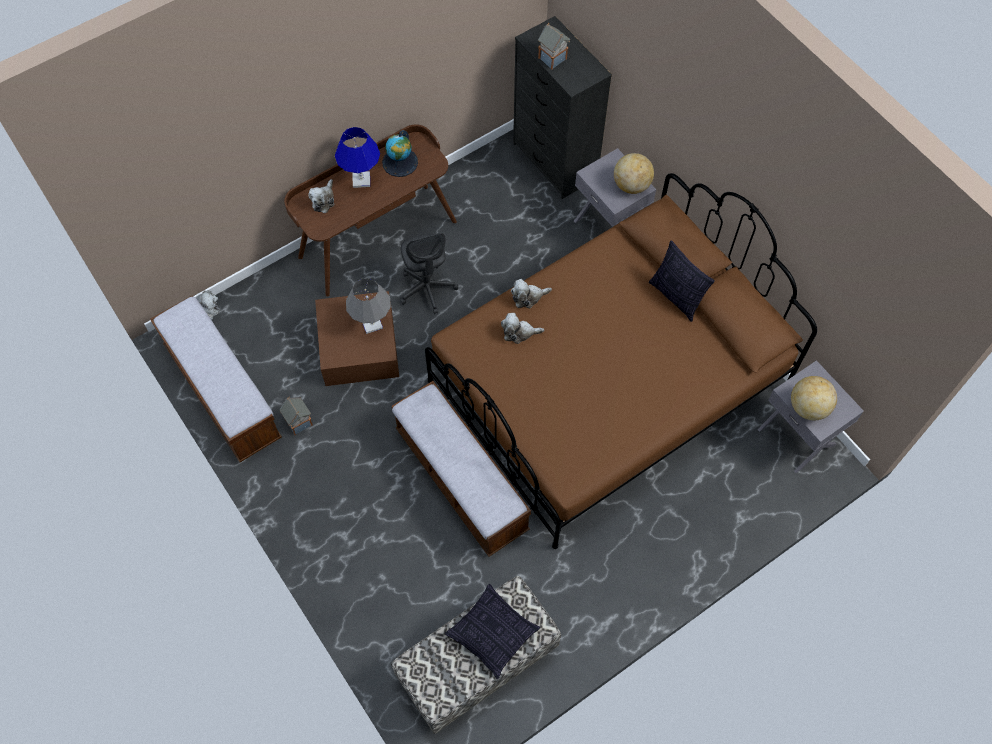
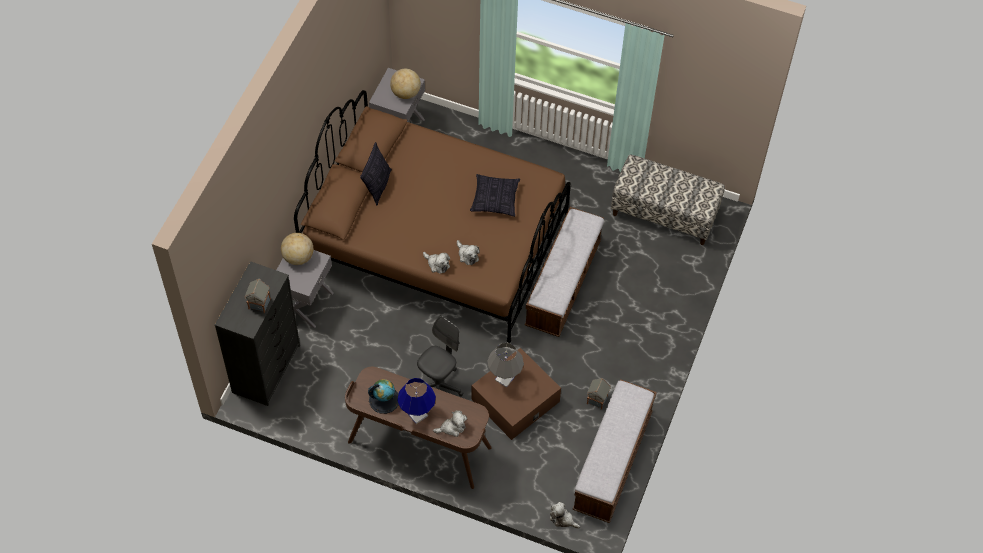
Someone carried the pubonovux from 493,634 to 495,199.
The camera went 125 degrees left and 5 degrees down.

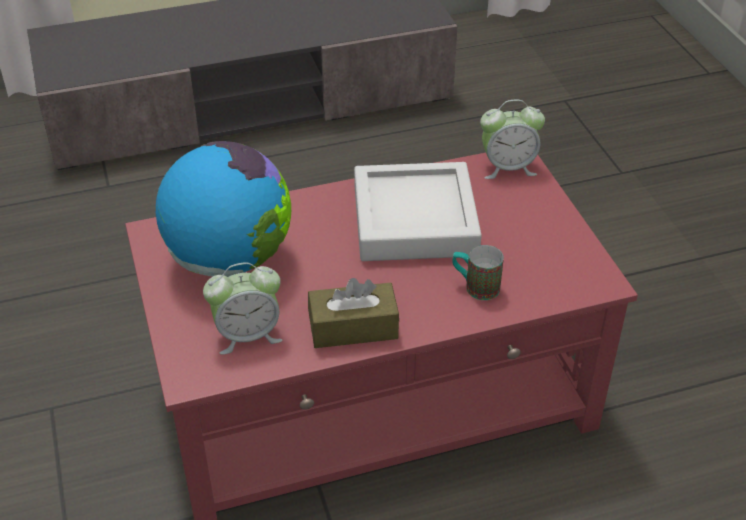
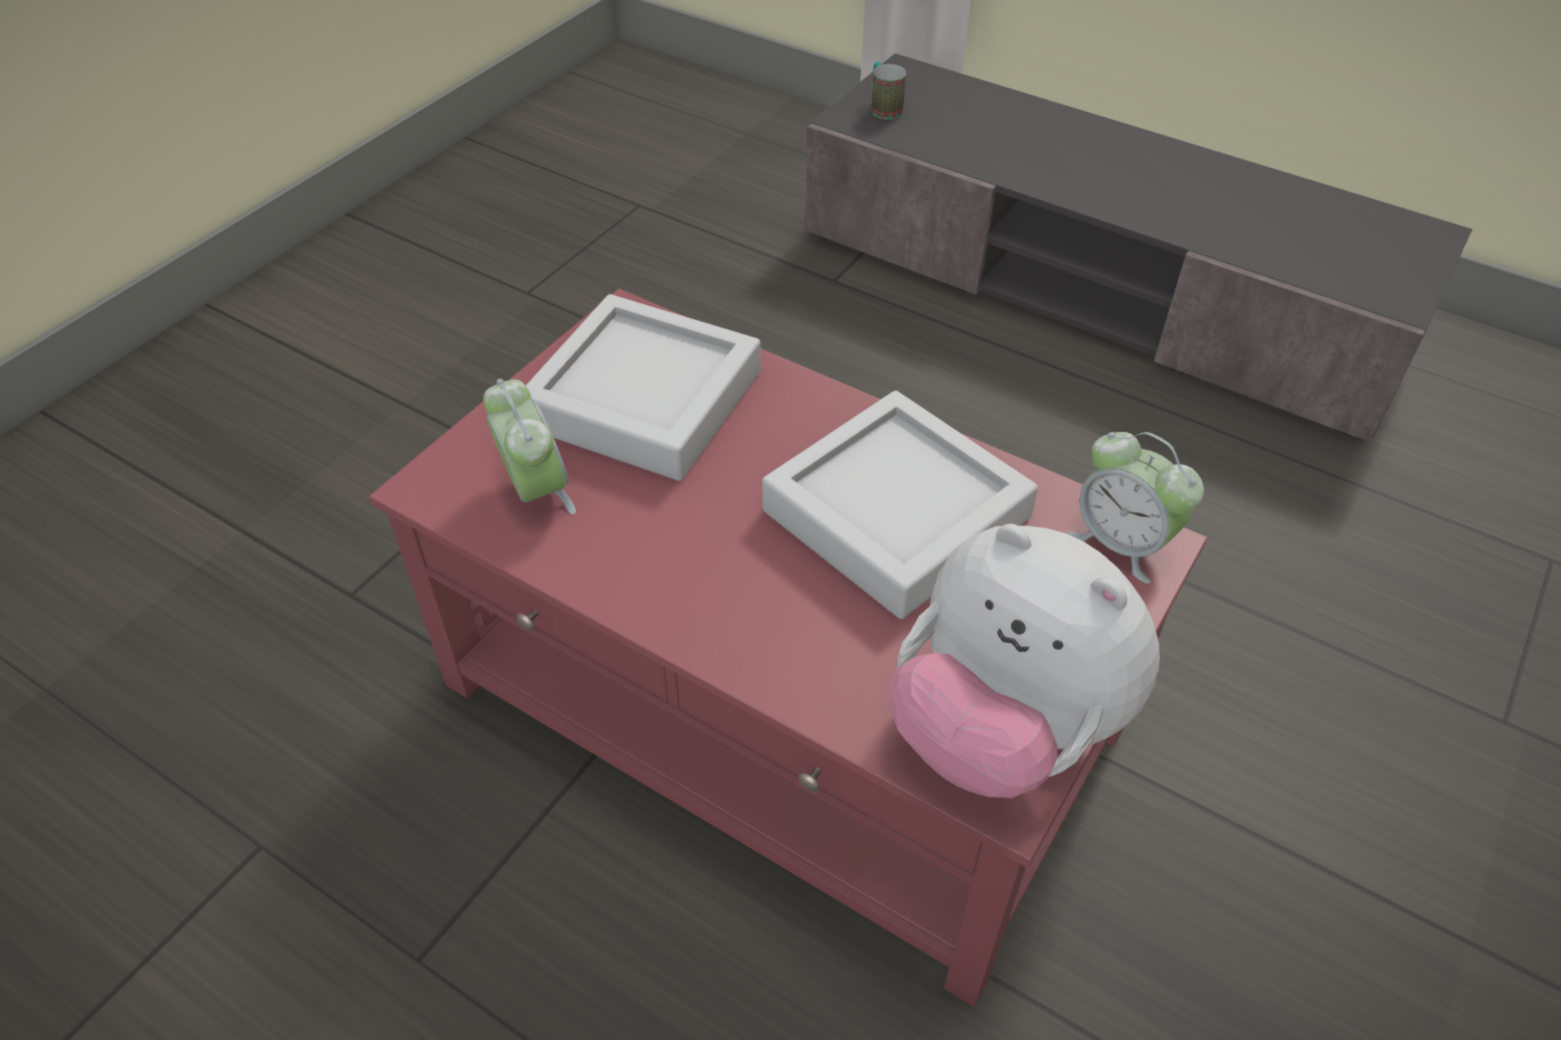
Someone took away the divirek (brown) at 353,328.
Someone put down the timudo at 1002,729.
Someone carried the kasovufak from 475,287 to 883,107.
Someone swapped the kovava at 230,259 for the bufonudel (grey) at 644,399.
Someone rotated the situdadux at 248,335 by 150 degrees counterclockwise.
The camera went 50 degrees right and 5 degrees up.

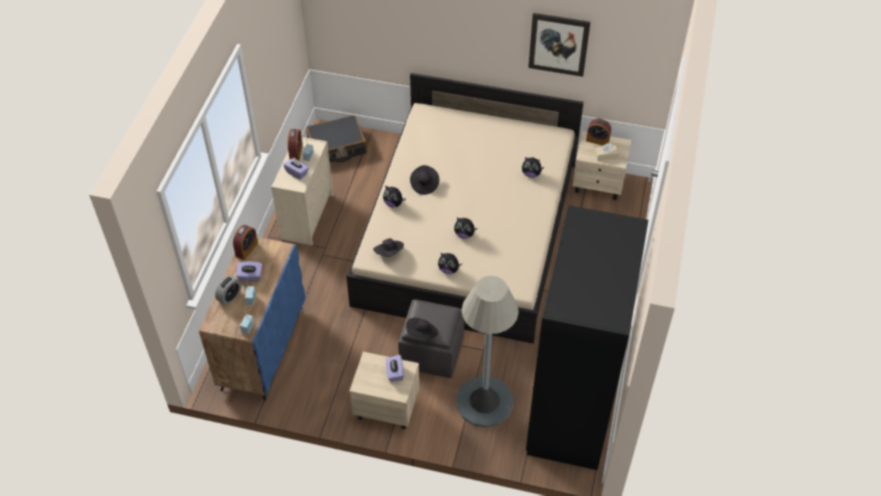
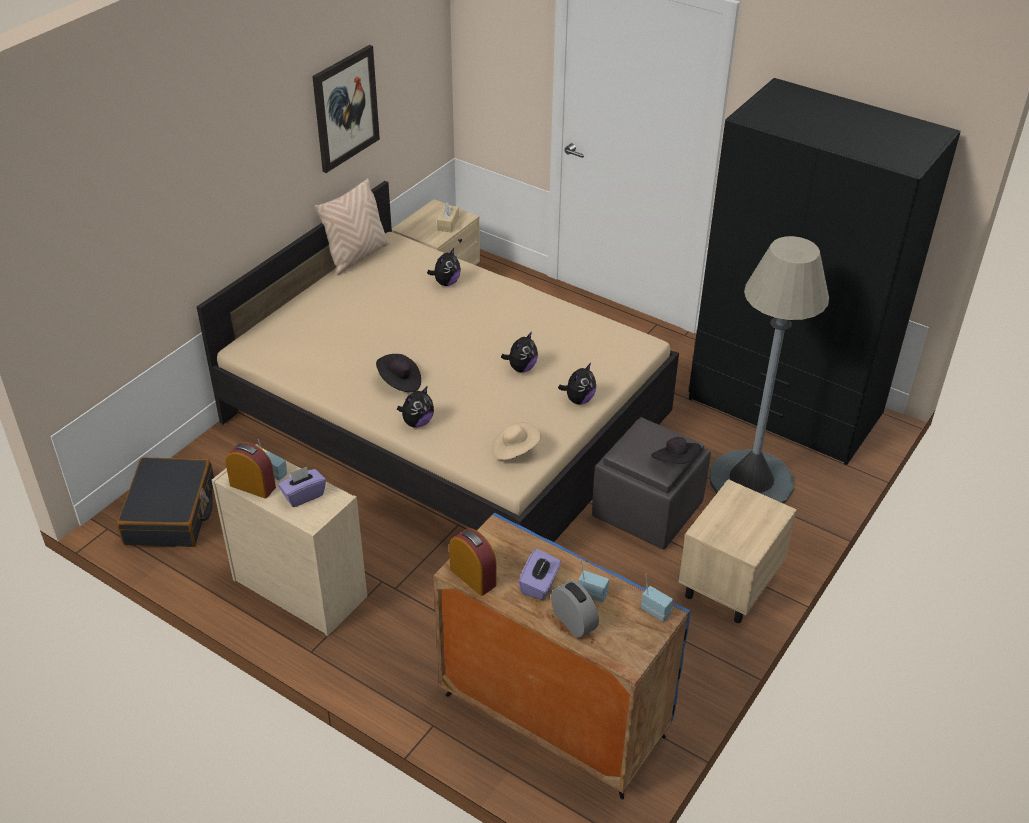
Someone took away the divirek (purple) at 394,373.
Someone took away the situdadux at 597,140.
Someone put down the pubonovux (beige) at 357,256.
Someone repainted the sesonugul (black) at 389,252, which became the sesonugul (beige) at 514,450.
The camera went 70 degrees left and 10 degrees down.

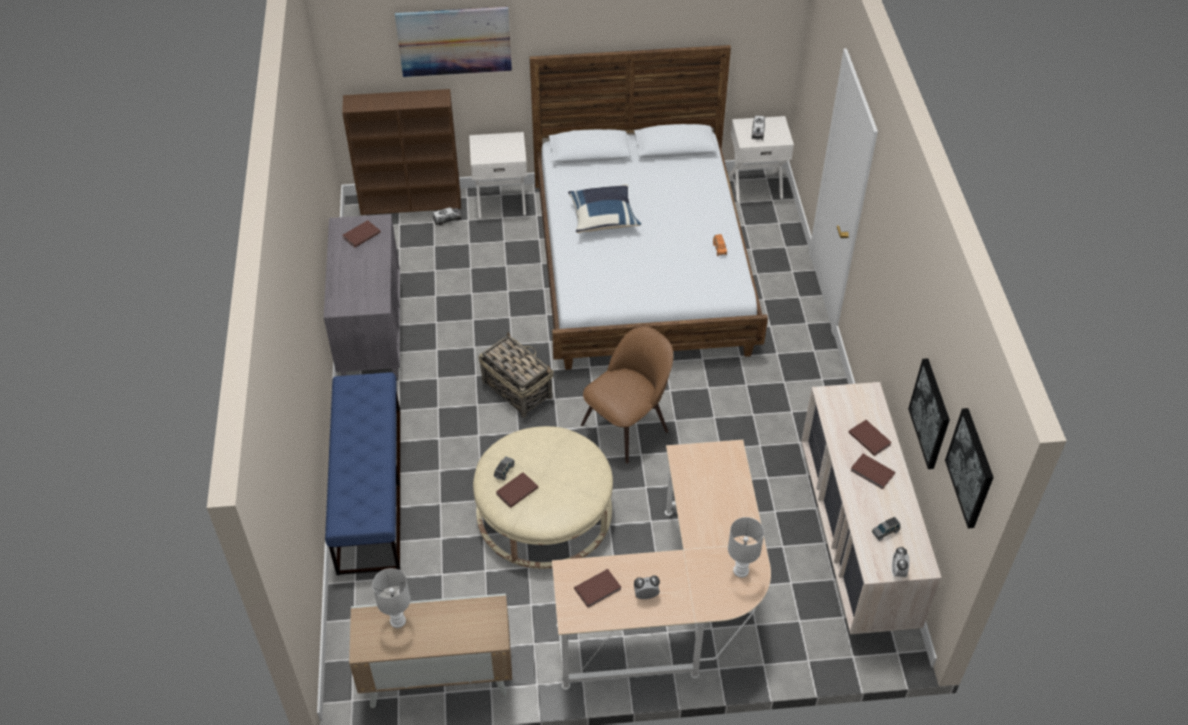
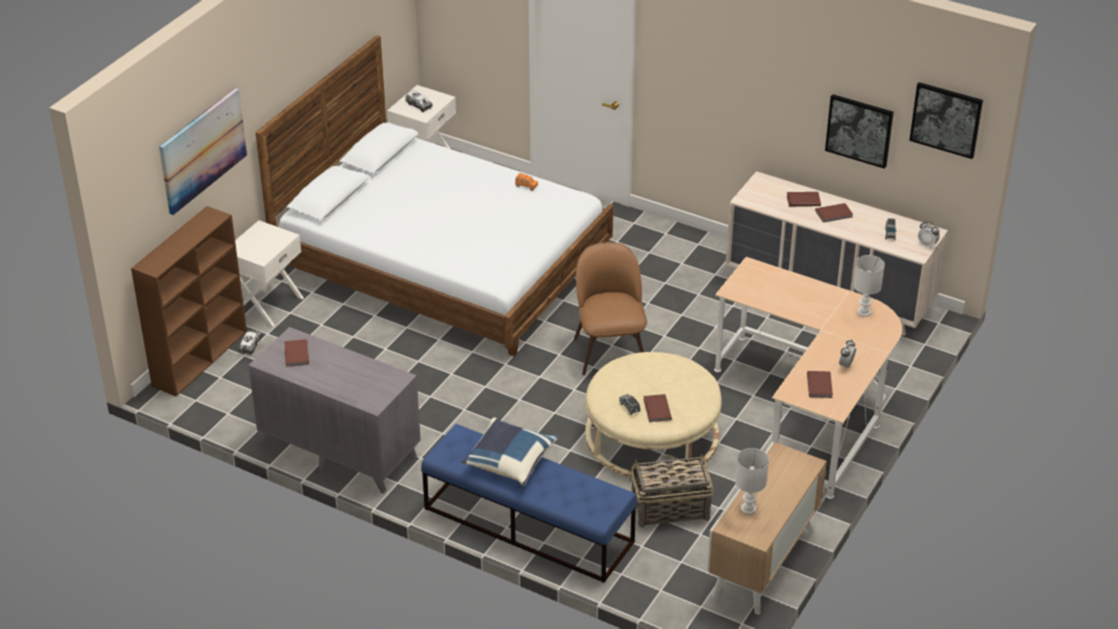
Someone carried the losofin from 516,389 to 669,509.
Someone carried the pubonovux (blue) from 603,218 to 509,461.
The camera went 55 degrees left and 10 degrees down.

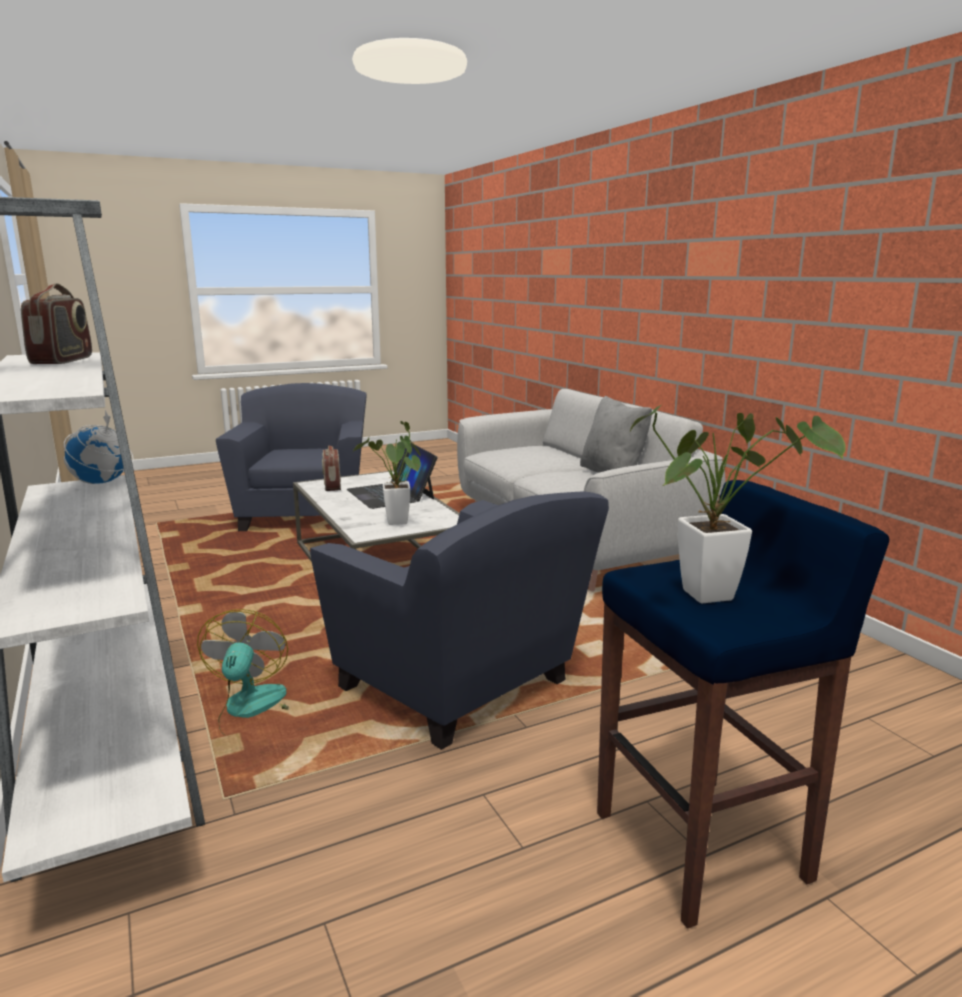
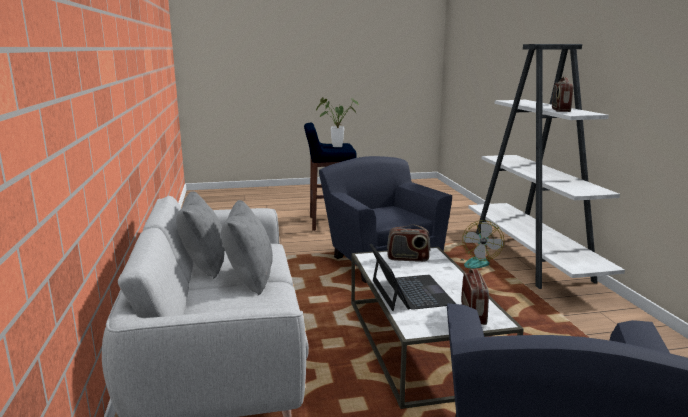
Someone took away the kovava at 101,483.
Someone put down the pubonovux (grey) at 249,278.
Someone swapped the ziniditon at 397,524 for the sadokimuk at 408,258.
The camera went 165 degrees left and 0 degrees up.

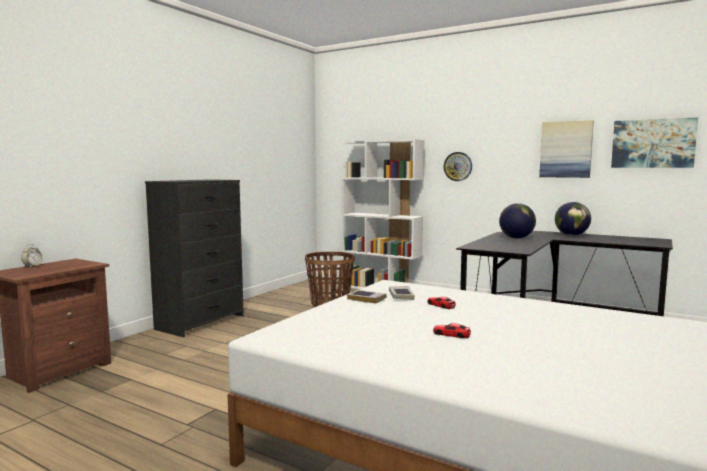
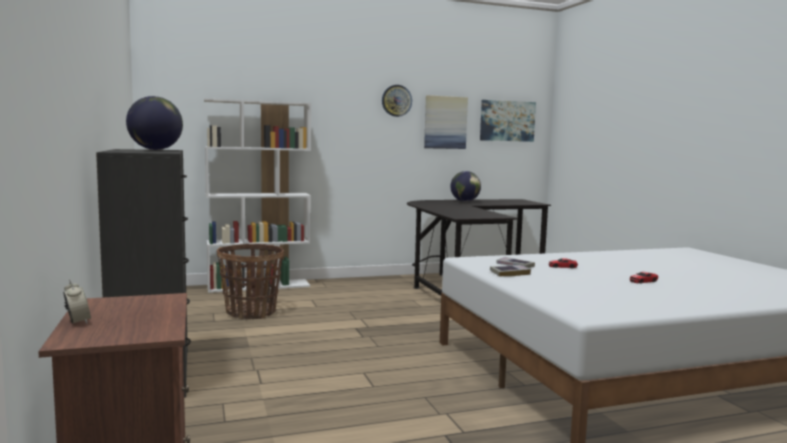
Someone carried the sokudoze from 458,166 to 396,100.
Someone carried the kovava from 516,238 to 155,149.
The camera went 50 degrees left and 0 degrees up.

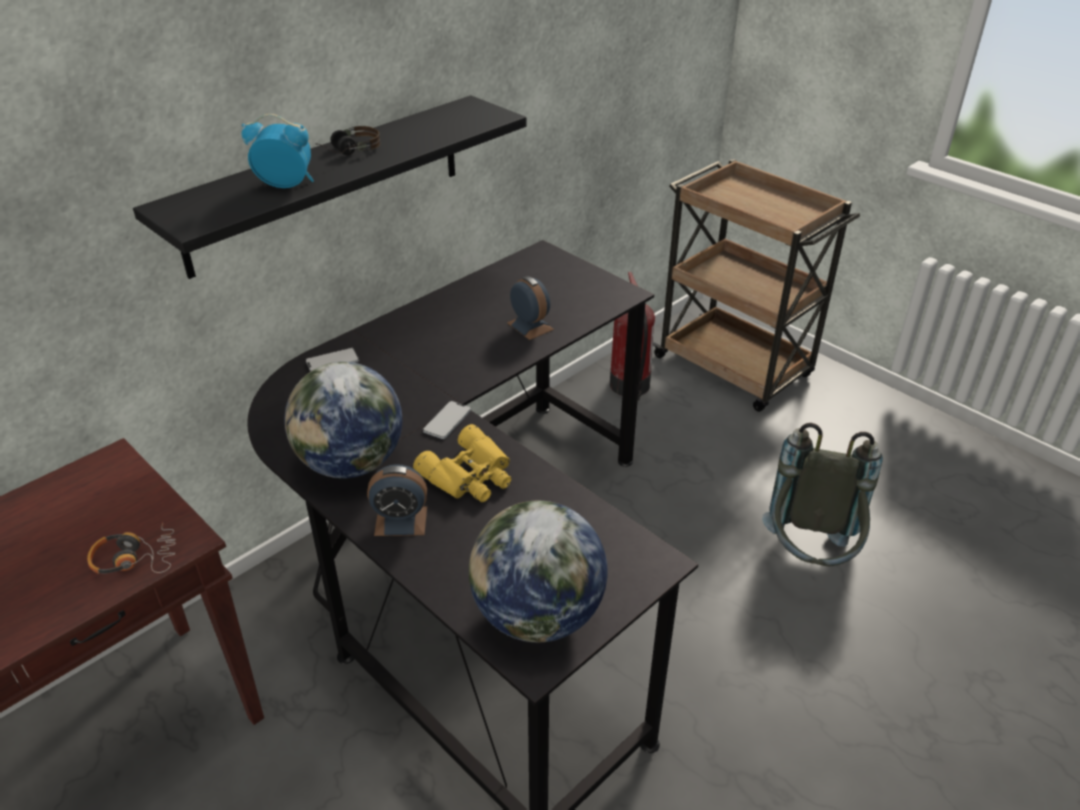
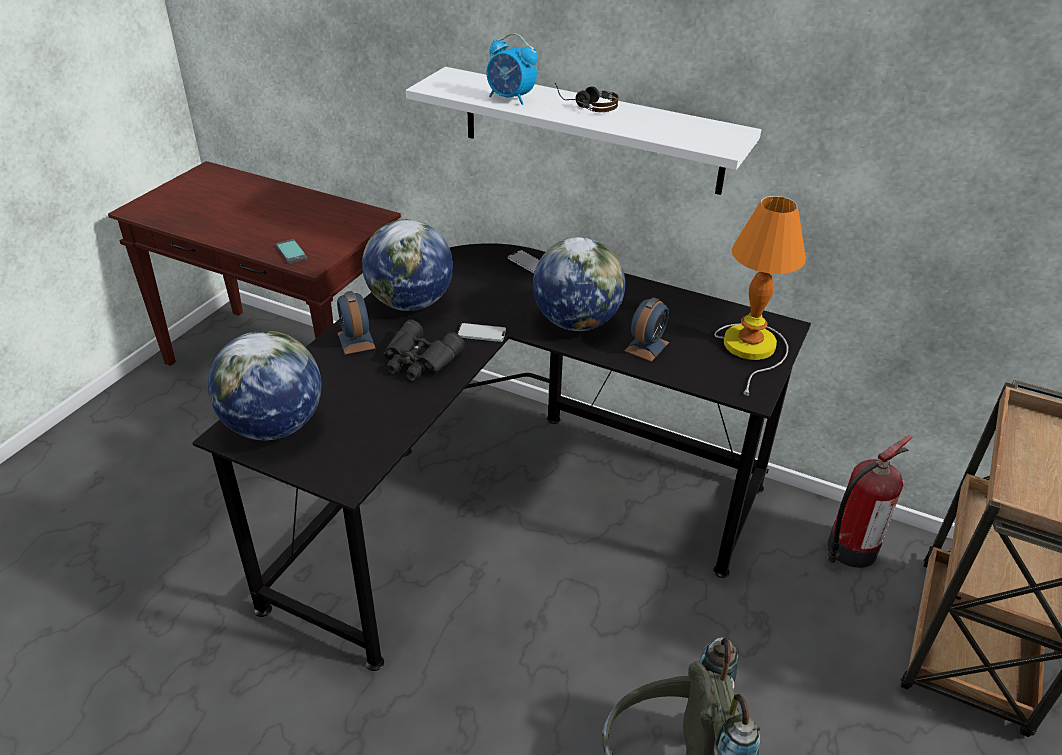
Someone put down the kovava at 576,322.
Someone put down the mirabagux at 752,348.
Someone swapped the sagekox at 135,558 for the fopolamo at 291,252.
Someone repainted the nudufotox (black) at 327,184, which became the nudufotox (white) at 590,130.
Someone repainted the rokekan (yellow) at 471,476, which became the rokekan (black) at 418,360.
Someone rotated the situdadux at 286,185 by 135 degrees clockwise.
The camera went 70 degrees right and 0 degrees up.

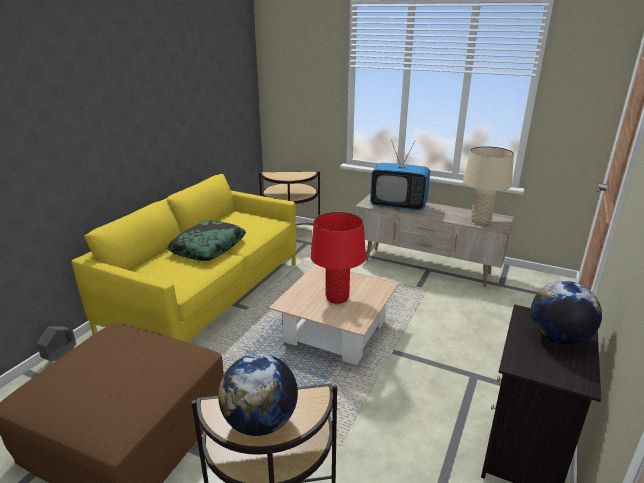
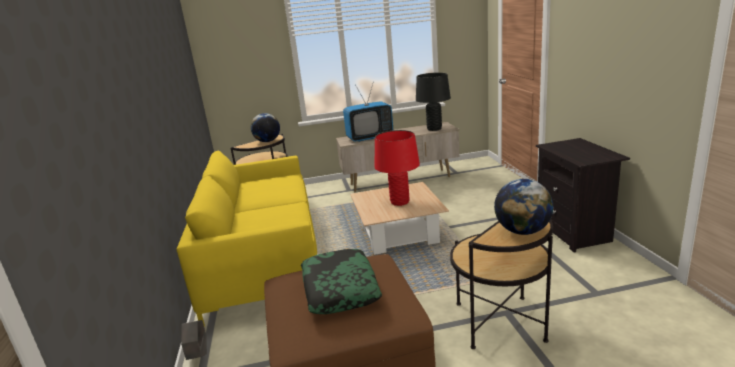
Someone carried the pubonovux from 208,247 to 339,289.
Someone carried the kovava from 558,338 to 267,141.
Someone repainted the mirabagux (beige) at 480,221, which became the mirabagux (black) at 434,129.
The camera went 35 degrees left and 5 degrees down.

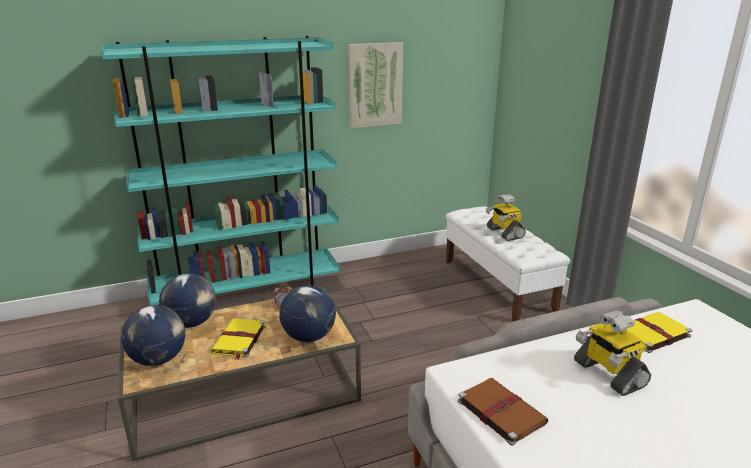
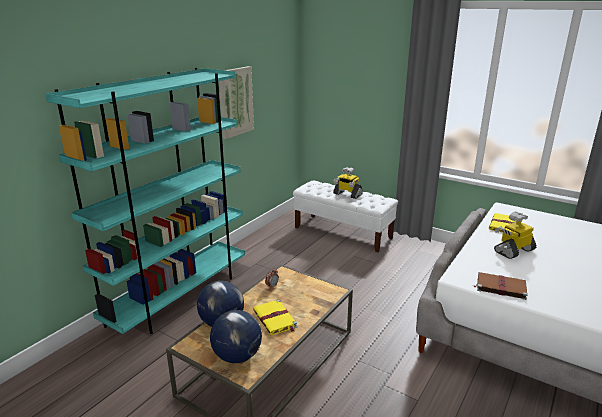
Someone took away the kovava at 309,336.
Someone rotated the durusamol at 608,374 by 120 degrees clockwise.
The camera went 35 degrees left and 0 degrees up.

